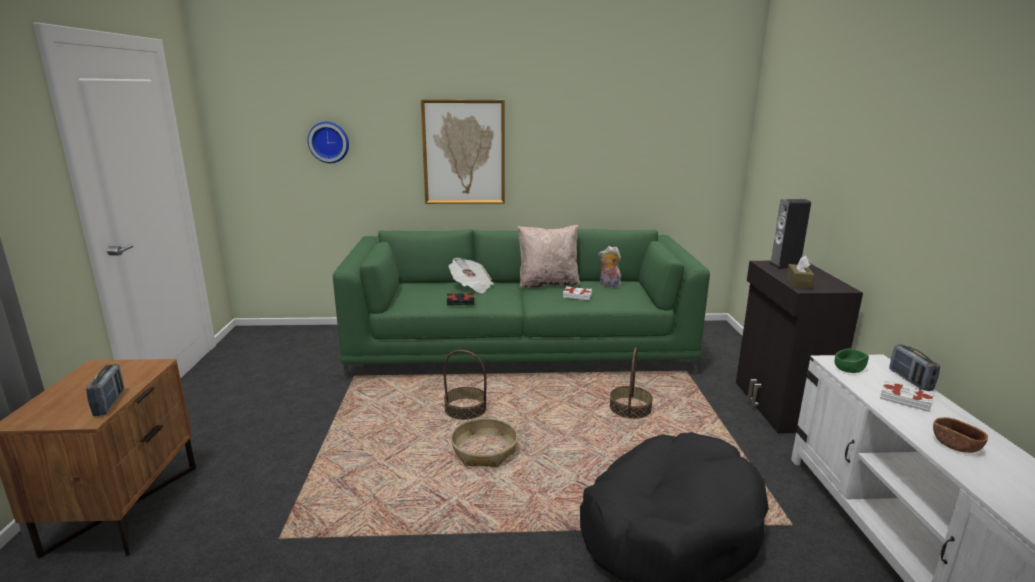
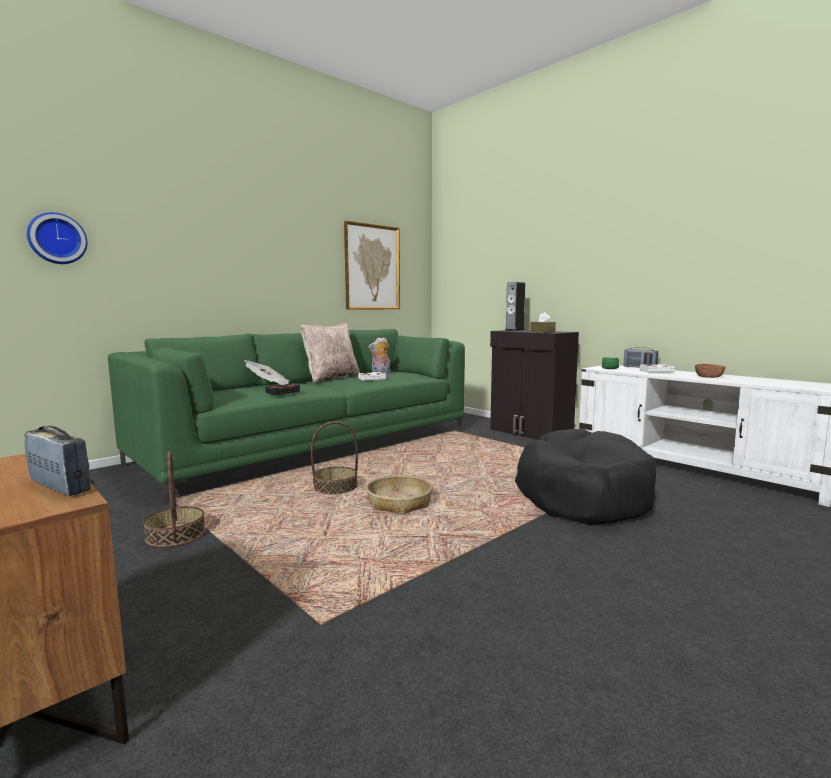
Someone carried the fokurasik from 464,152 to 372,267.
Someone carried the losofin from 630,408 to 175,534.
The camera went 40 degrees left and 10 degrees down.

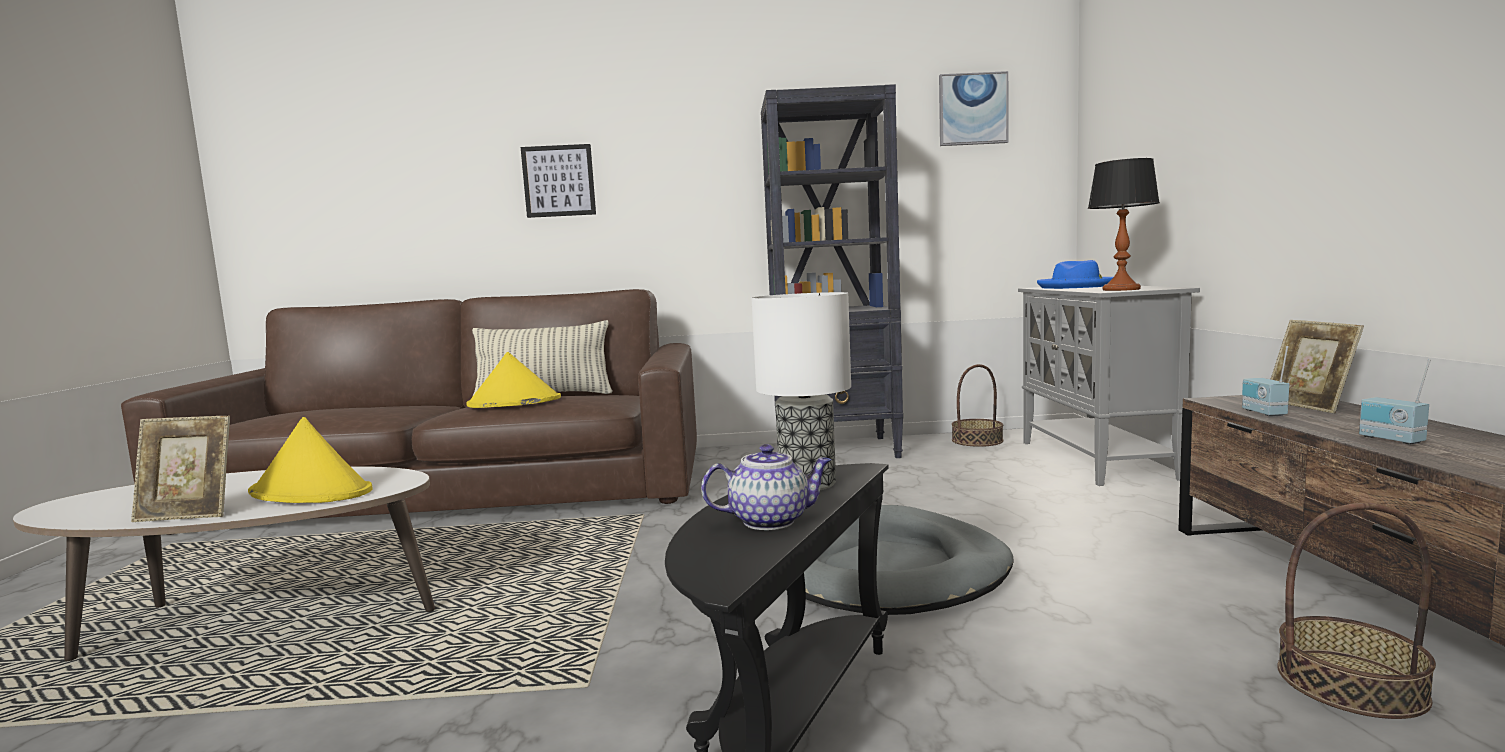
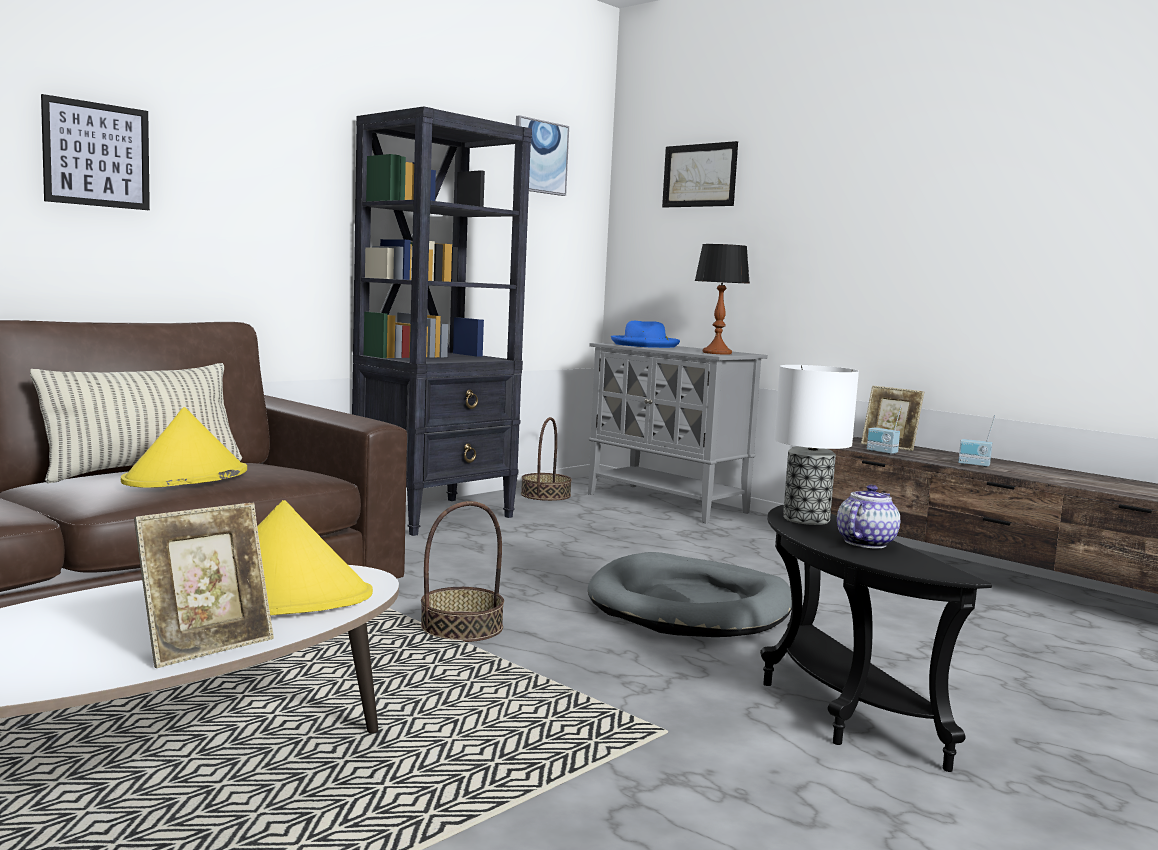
Someone put up the fokurasik at 699,175.
Someone carried the losofin from 1350,683 to 461,627.
The camera went 45 degrees left and 0 degrees up.

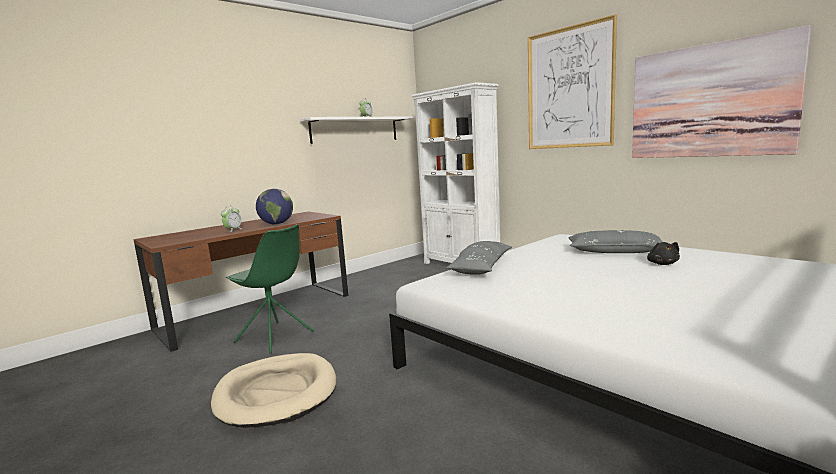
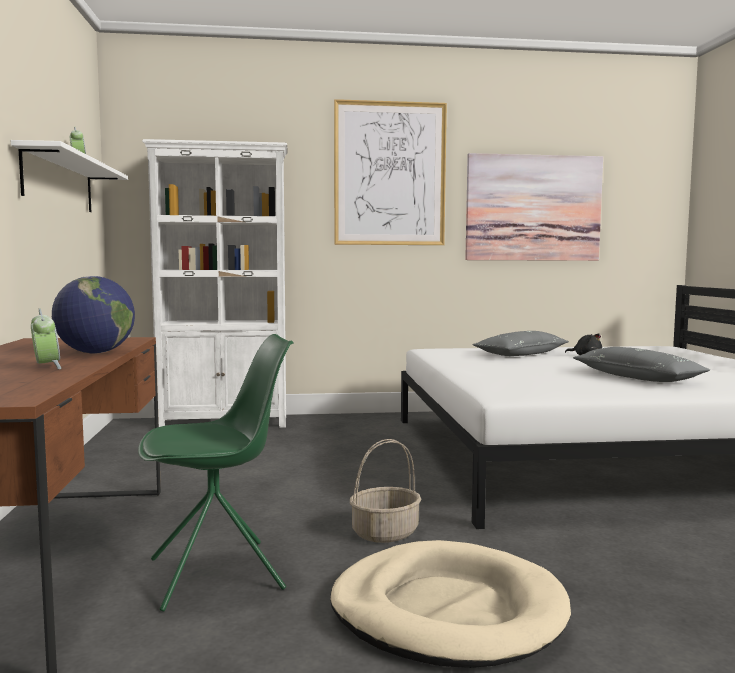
Someone put down the losofin at 385,532.
Someone carried the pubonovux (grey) from 481,267 to 637,377.
The camera went 55 degrees left and 5 degrees down.

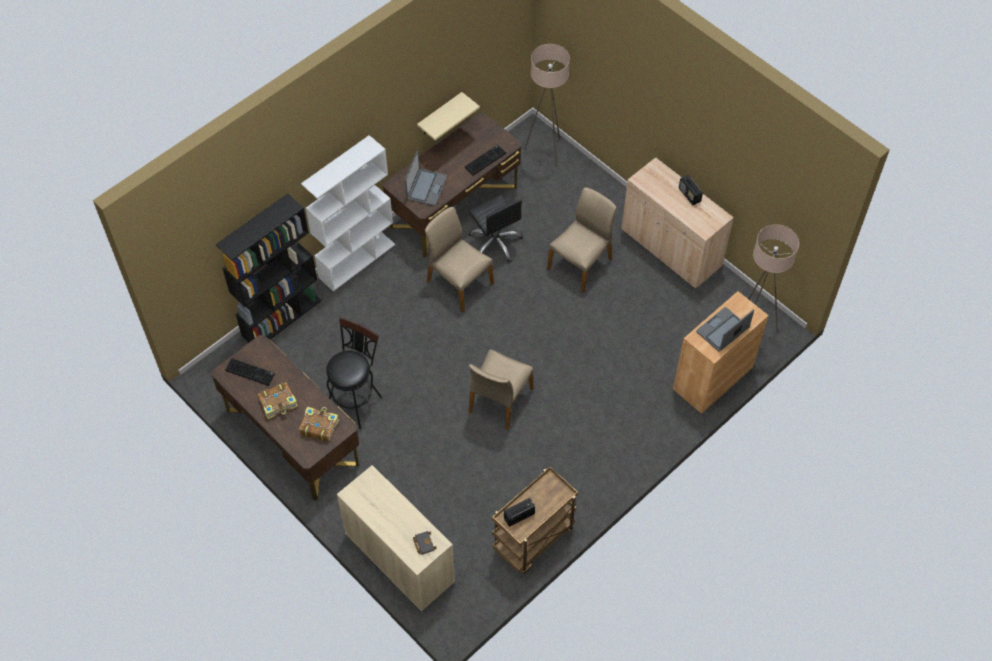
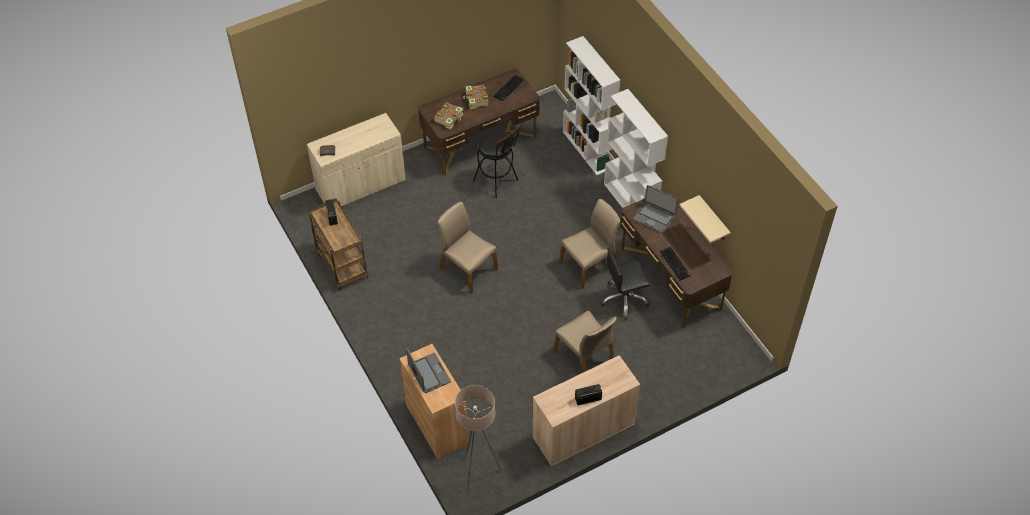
Someone took away the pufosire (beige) at 546,151.
Someone repainted the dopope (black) at 281,317, which became the dopope (white) at 588,150.
The camera went 105 degrees right and 5 degrees down.

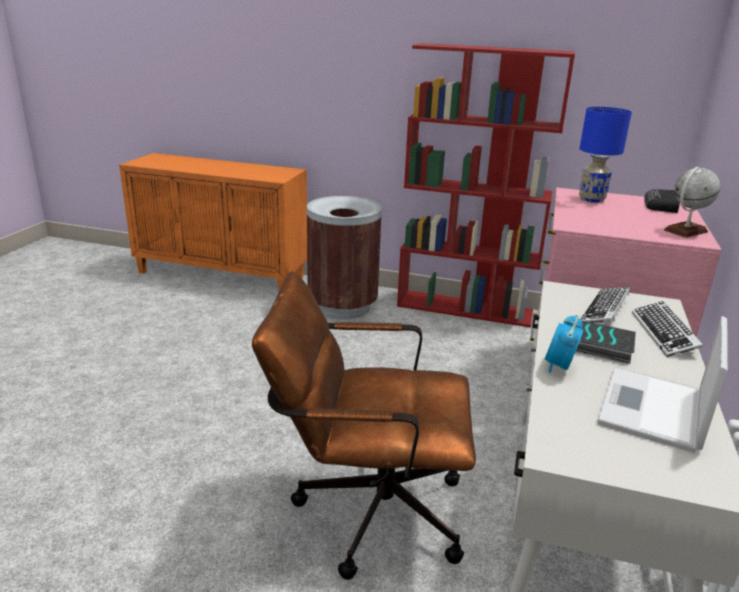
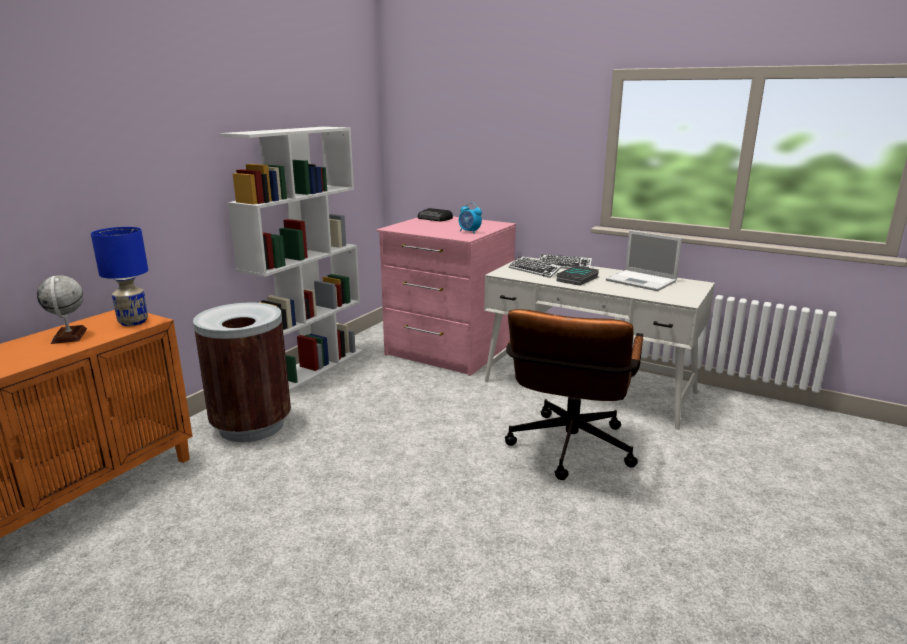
Someone carried the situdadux from 559,366 to 469,232.
Someone carried the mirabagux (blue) from 592,199 to 133,322.
Someone carried the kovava from 685,231 to 69,336.
Someone repainted the dopope (red) at 465,308, which became the dopope (white) at 310,369.
The camera went 75 degrees left and 5 degrees down.

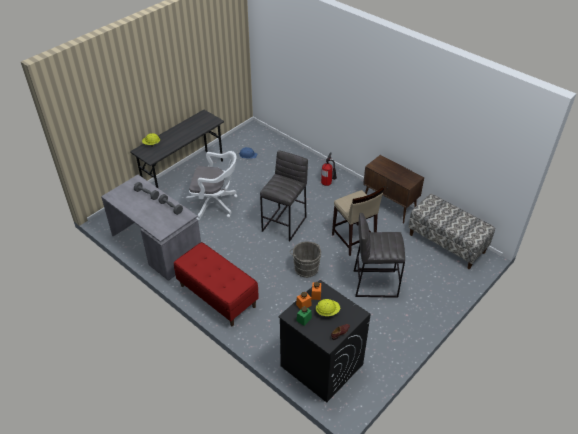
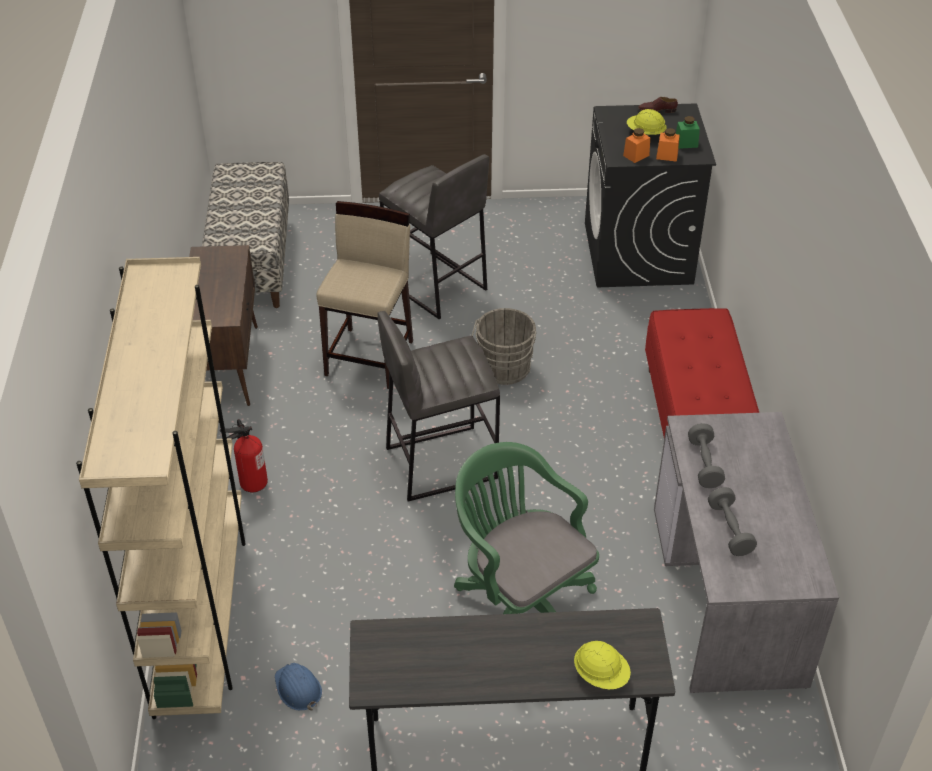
Someone put down the dopope (beige) at 202,613.
Someone repainted the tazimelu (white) at 215,204, which became the tazimelu (green) at 520,602.
The camera went 135 degrees left and 0 degrees up.

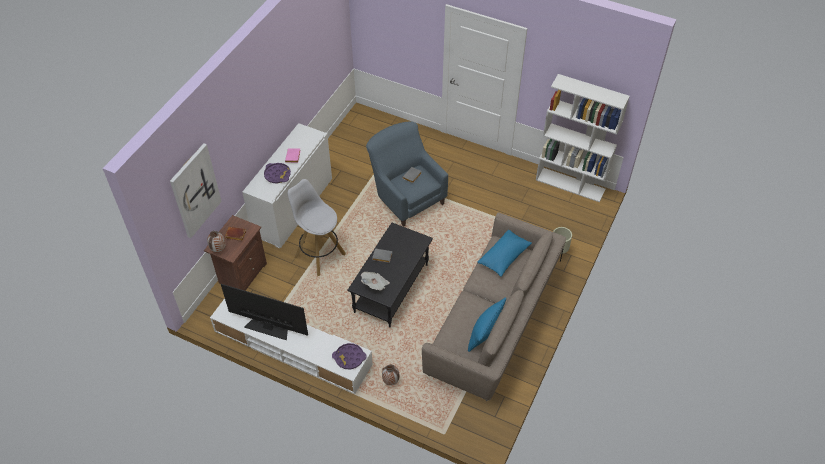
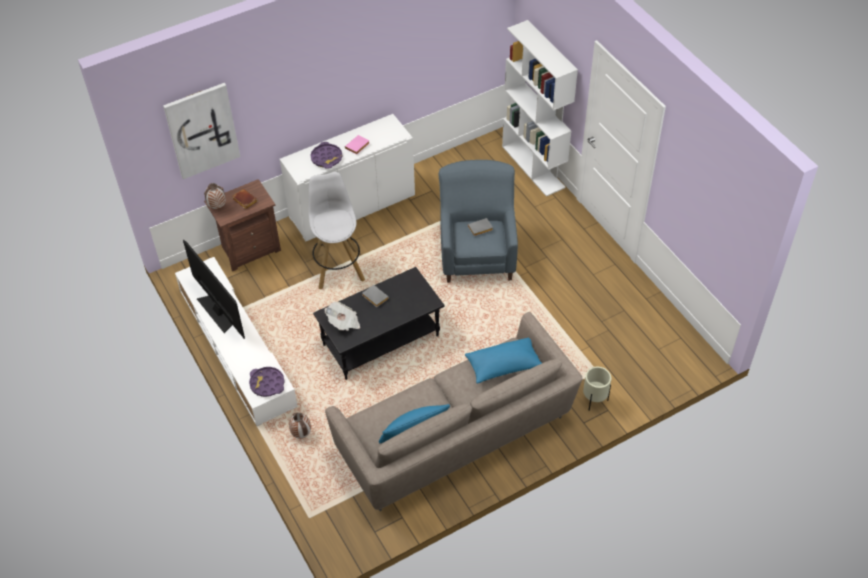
Someone carried the dopope (white) from 570,184 to 534,167.
The camera went 35 degrees right and 0 degrees up.

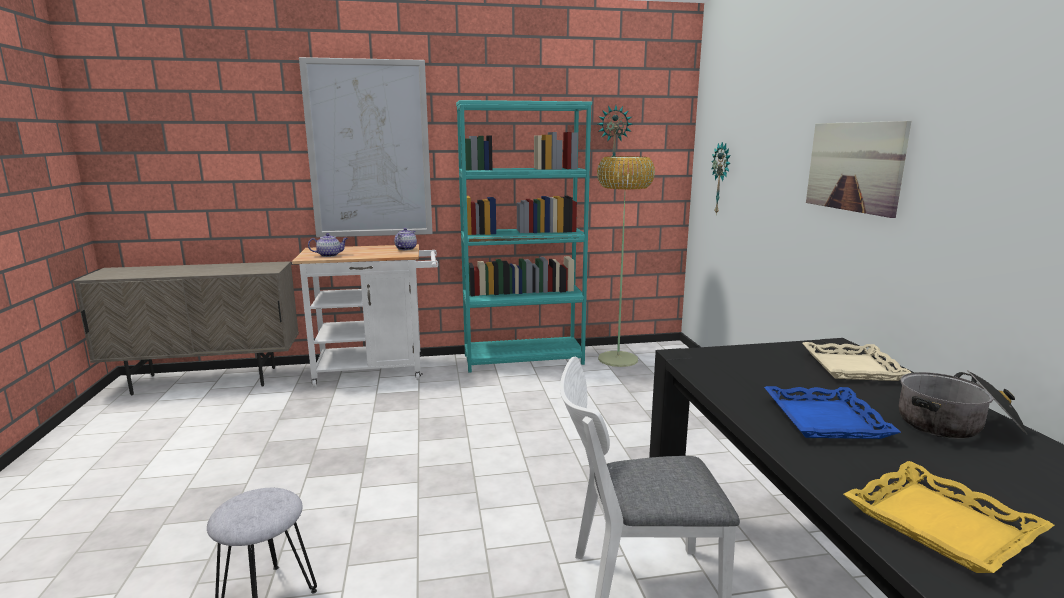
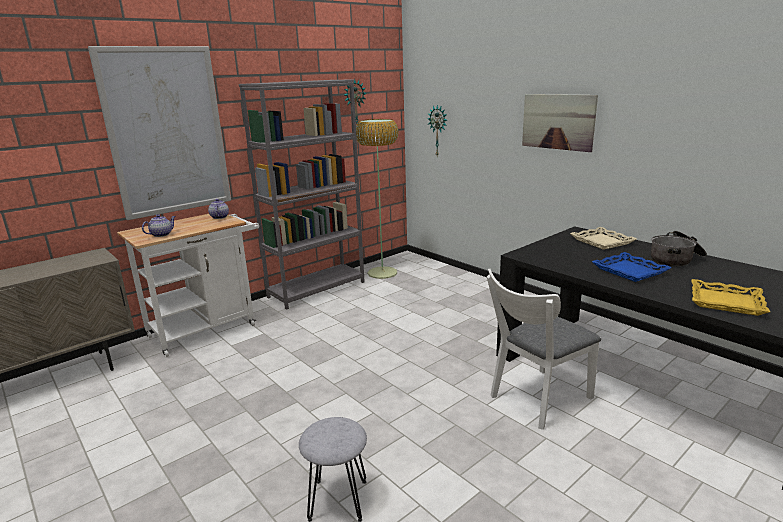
Someone repainted the dopope (turquoise) at 523,359, which became the dopope (grey) at 317,289.
The camera went 30 degrees left and 5 degrees up.

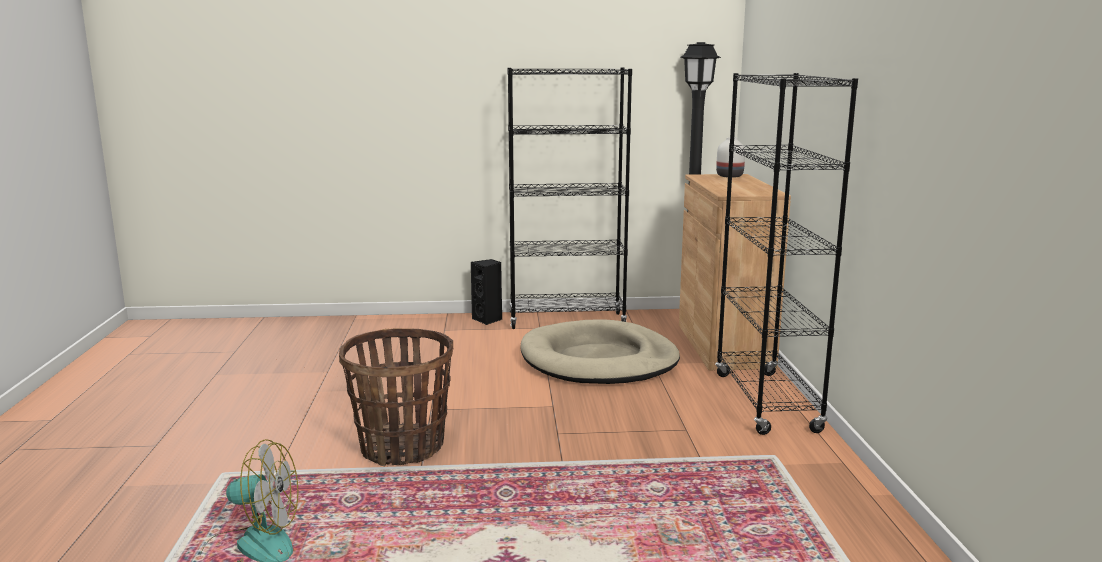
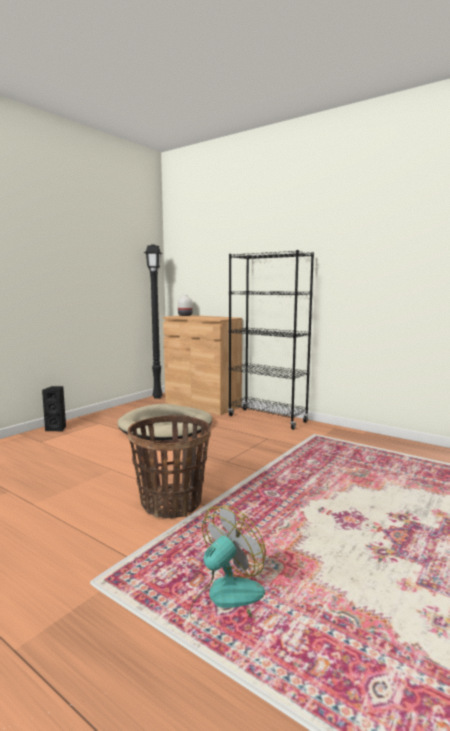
Someone took away the dopope (black) at 567,321.
The camera went 50 degrees left and 5 degrees down.

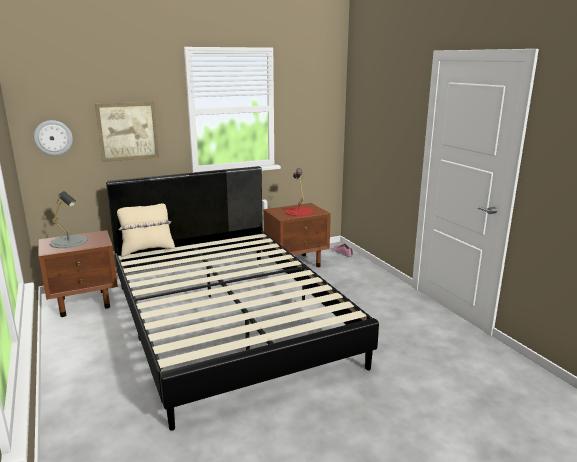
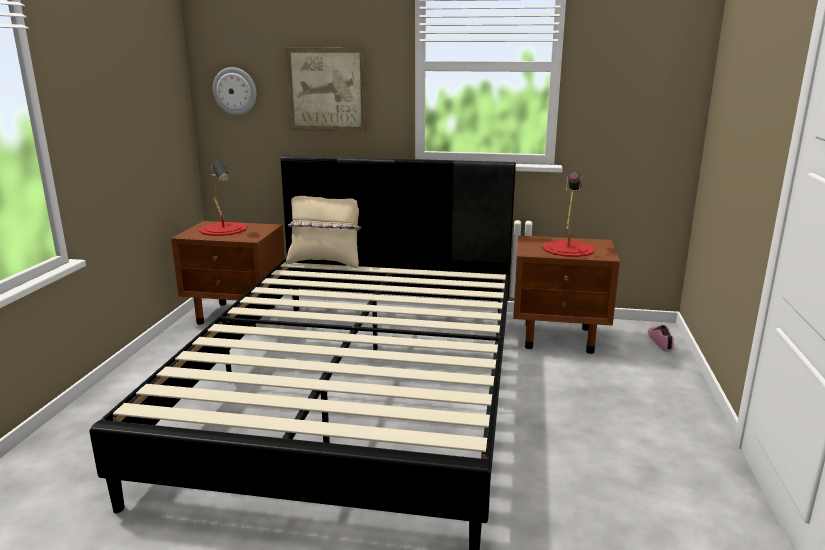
Someone repainted the mirabagux (grey) at 69,241, which became the mirabagux (red) at 223,229.
The camera went 35 degrees right and 0 degrees up.

